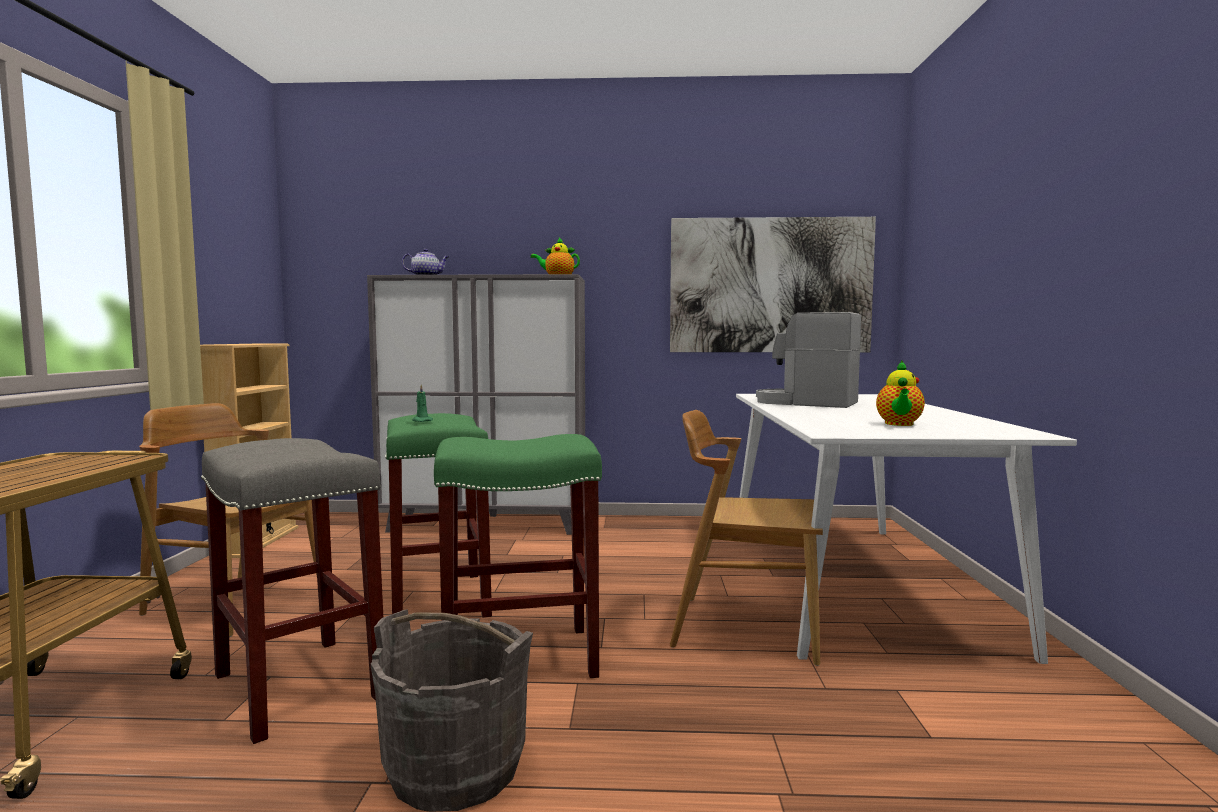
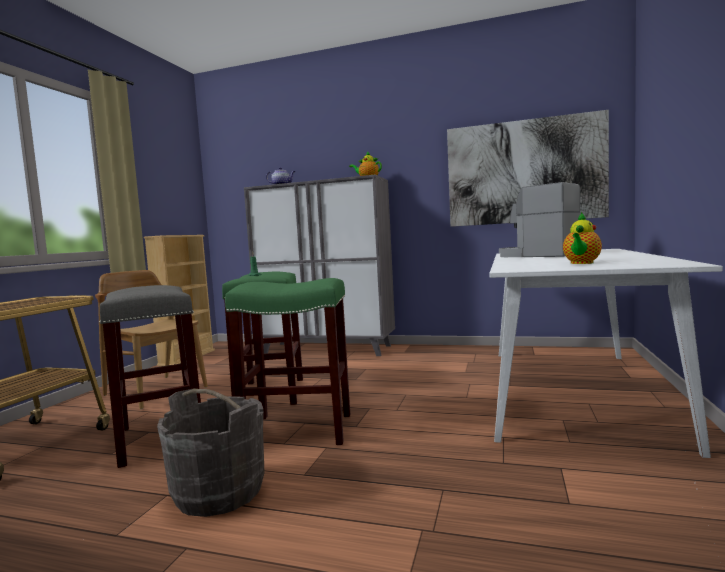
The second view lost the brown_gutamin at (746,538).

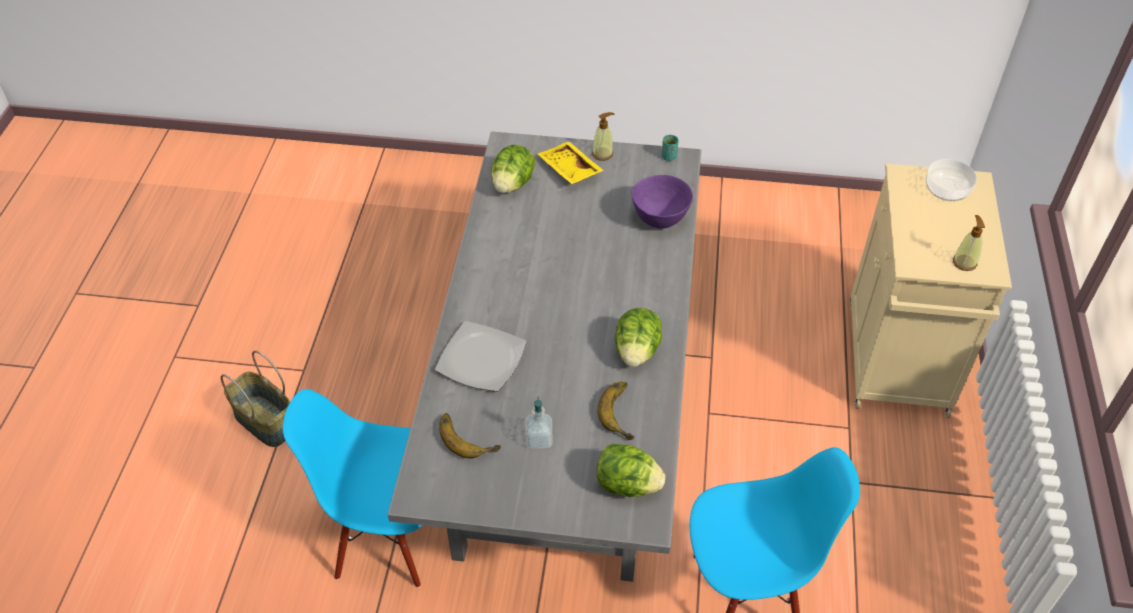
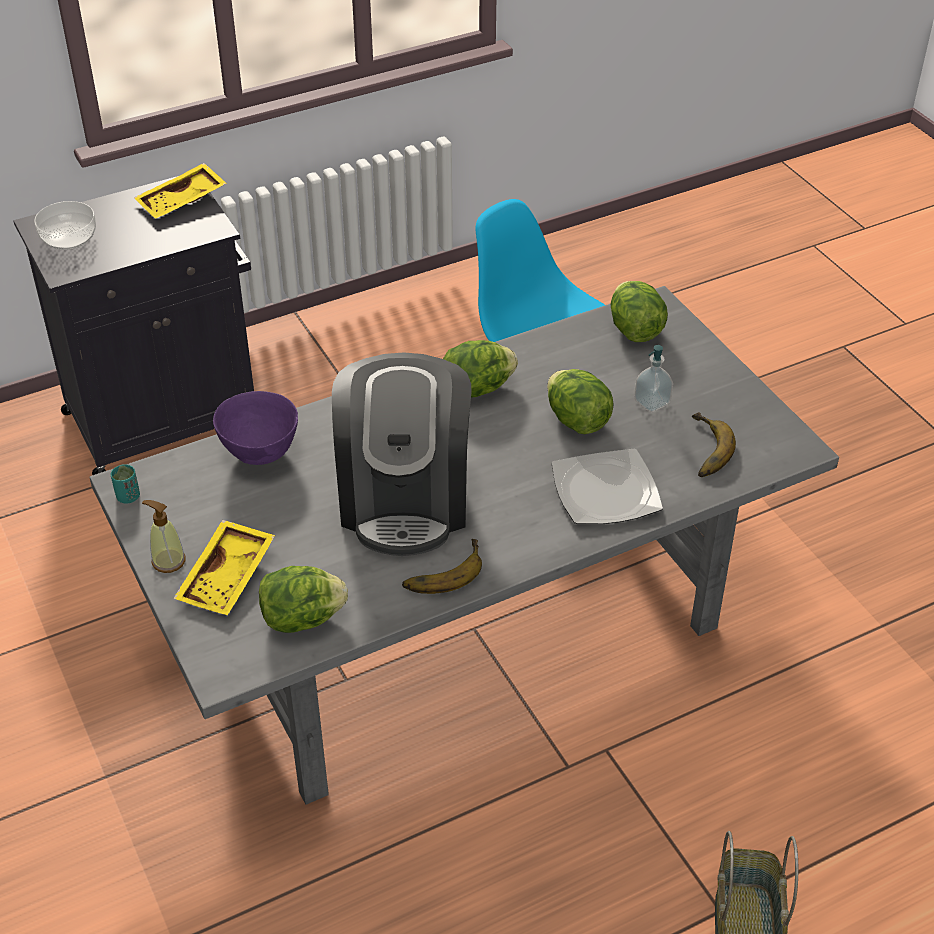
The second view lost the blue_gutamin at (352,488). The second view gained the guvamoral at (402,454). The second view gained the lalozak at (580,401). The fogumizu ended up elsewhere, having gone from (616,411) to (442,566). Where the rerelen stood at (969,243), the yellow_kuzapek came to stand at (180,191). What was the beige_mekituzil at (930,291) turned into the black_mekituzil at (133,325).

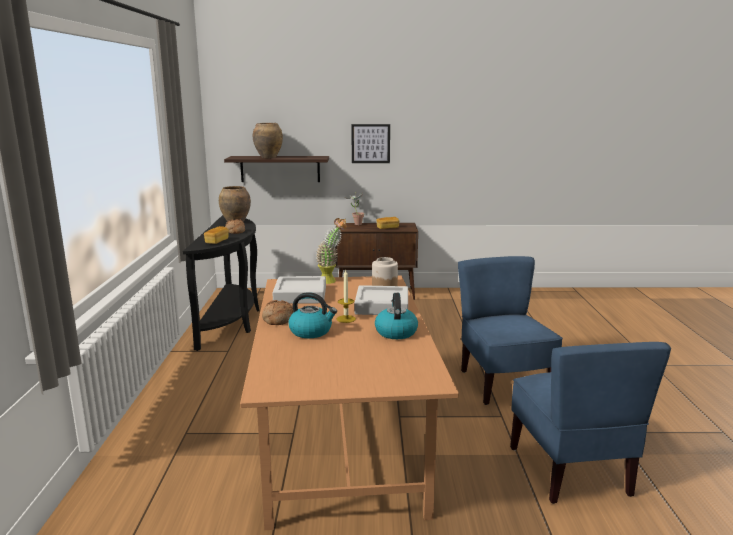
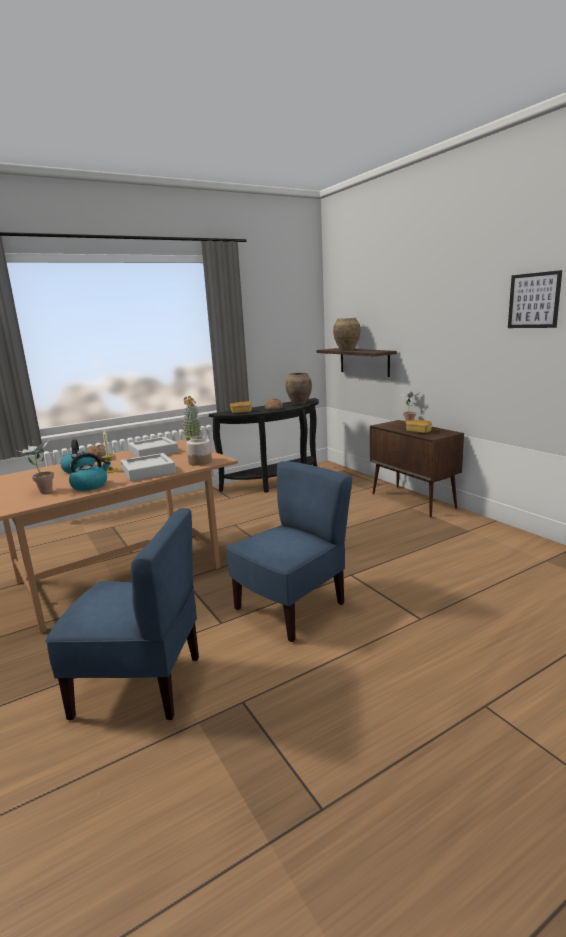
The second view gained the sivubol at (35,466). The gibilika ended up elsewhere, having gone from (370,143) to (535,299). The blue_gutamin at (590,423) ended up facing another way, 135 degrees counterclockwise from before.

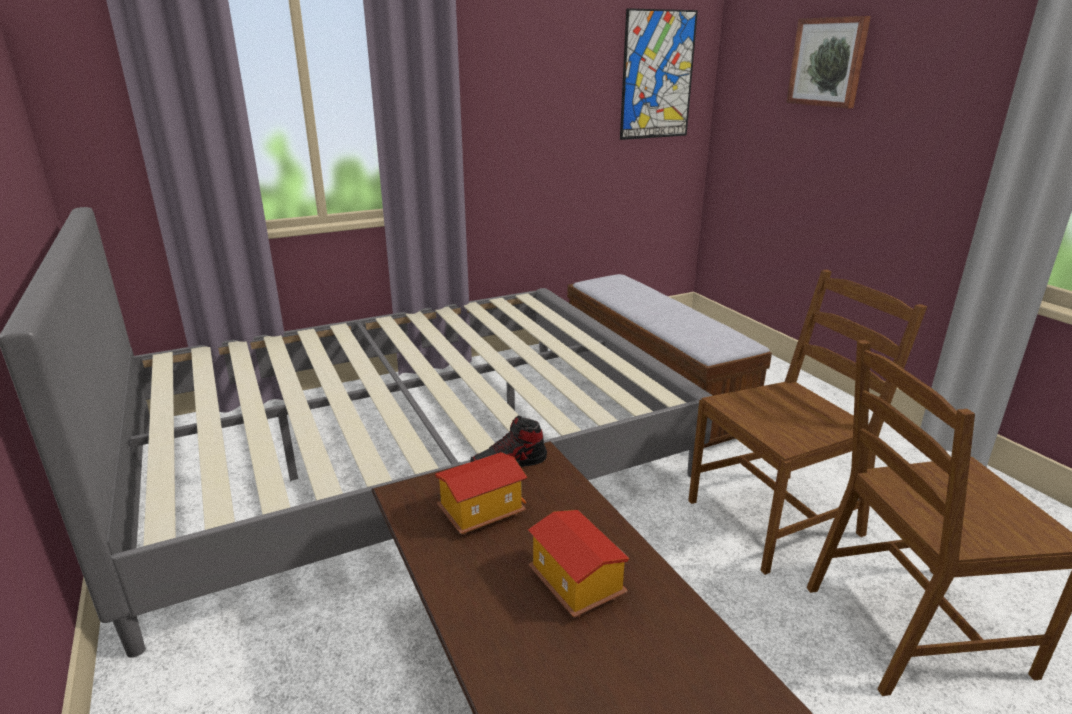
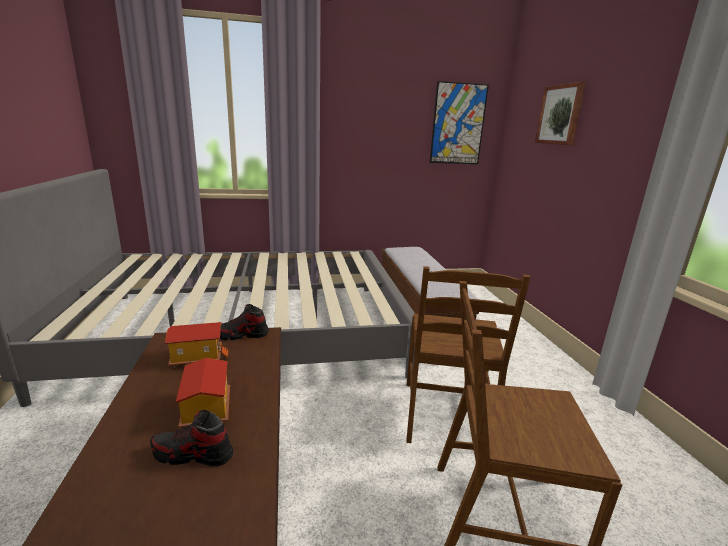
The second view gained the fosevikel at (191,438). The brown_gutamin at (807,422) ended up facing another way, 105 degrees clockwise from before.

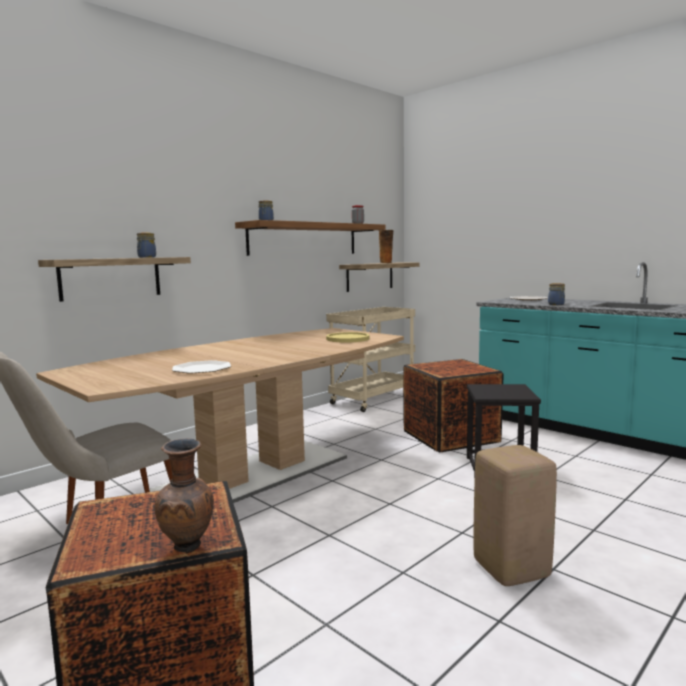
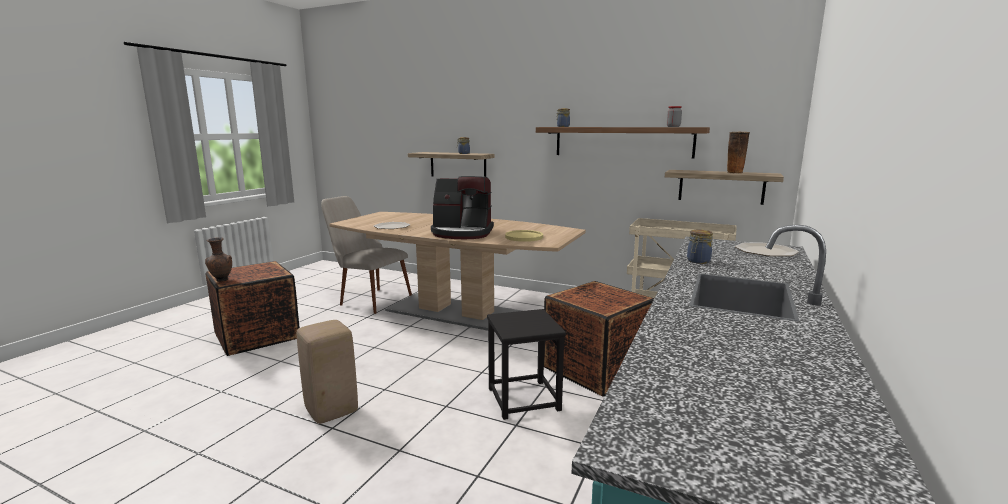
The second view gained the guvamoral at (462,207).

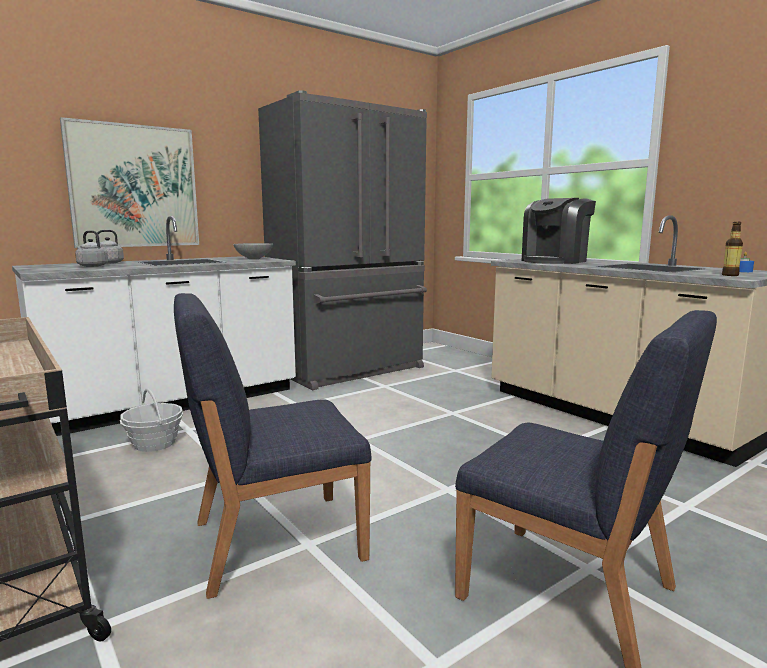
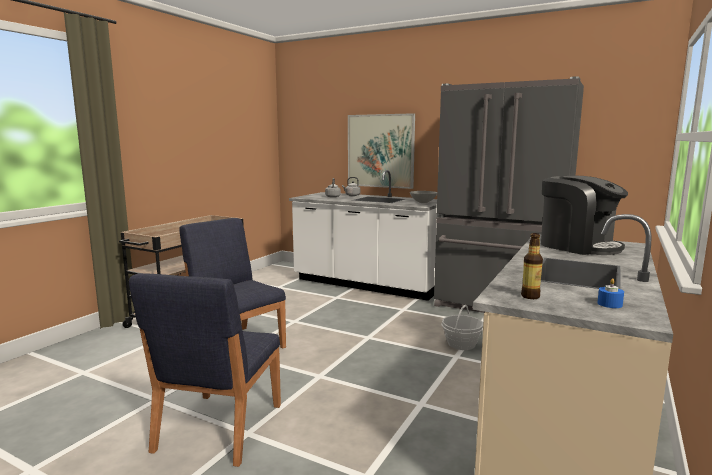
The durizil ended up elsewhere, having gone from (151,420) to (462,327). The guvamoral at (559,231) ended up facing another way, 150 degrees counterclockwise from before.

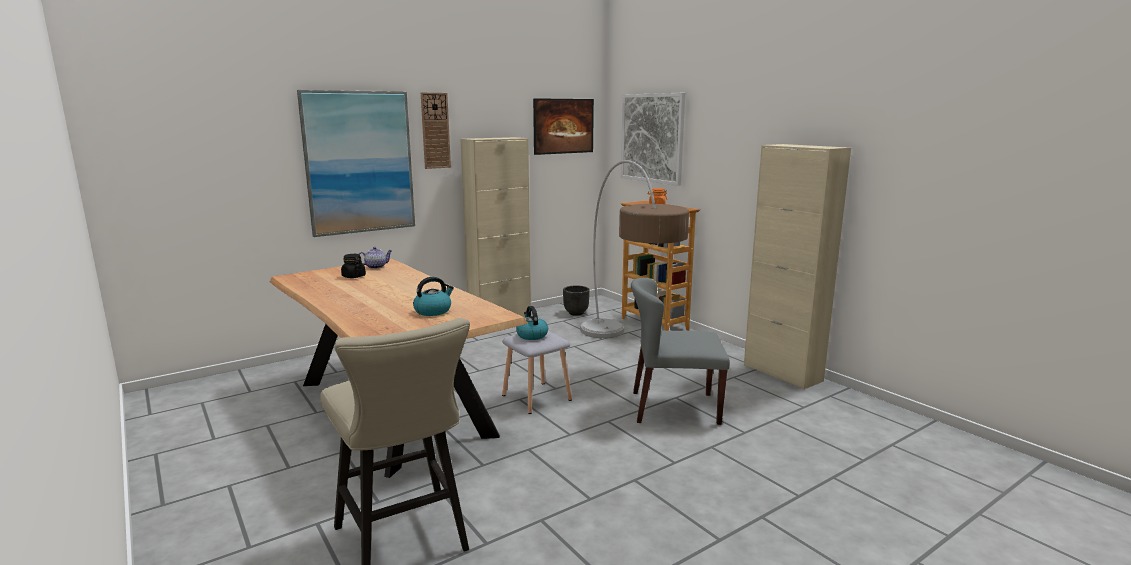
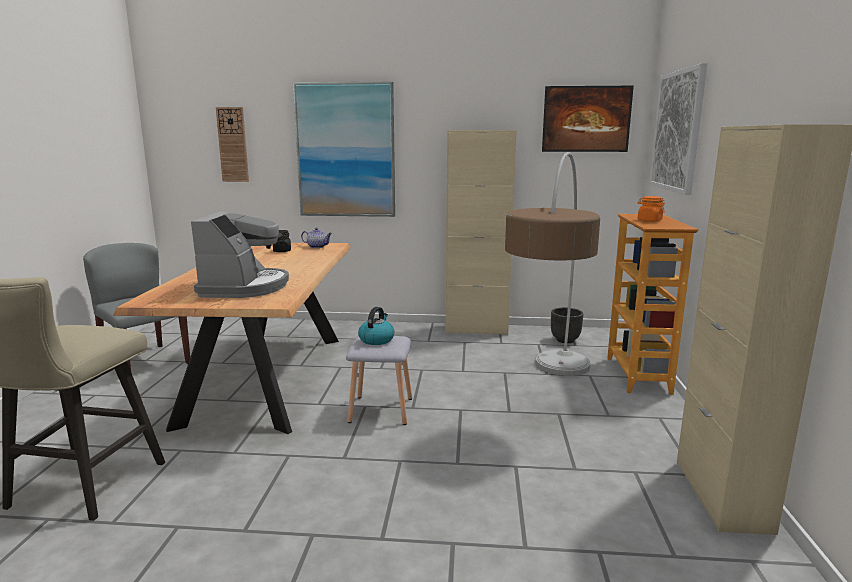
The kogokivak ended up elsewhere, having gone from (436,130) to (232,144). The grey_gutamin ended up elsewhere, having gone from (680,351) to (136,306). Where the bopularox stood at (433,296), the guvamoral came to stand at (240,254).

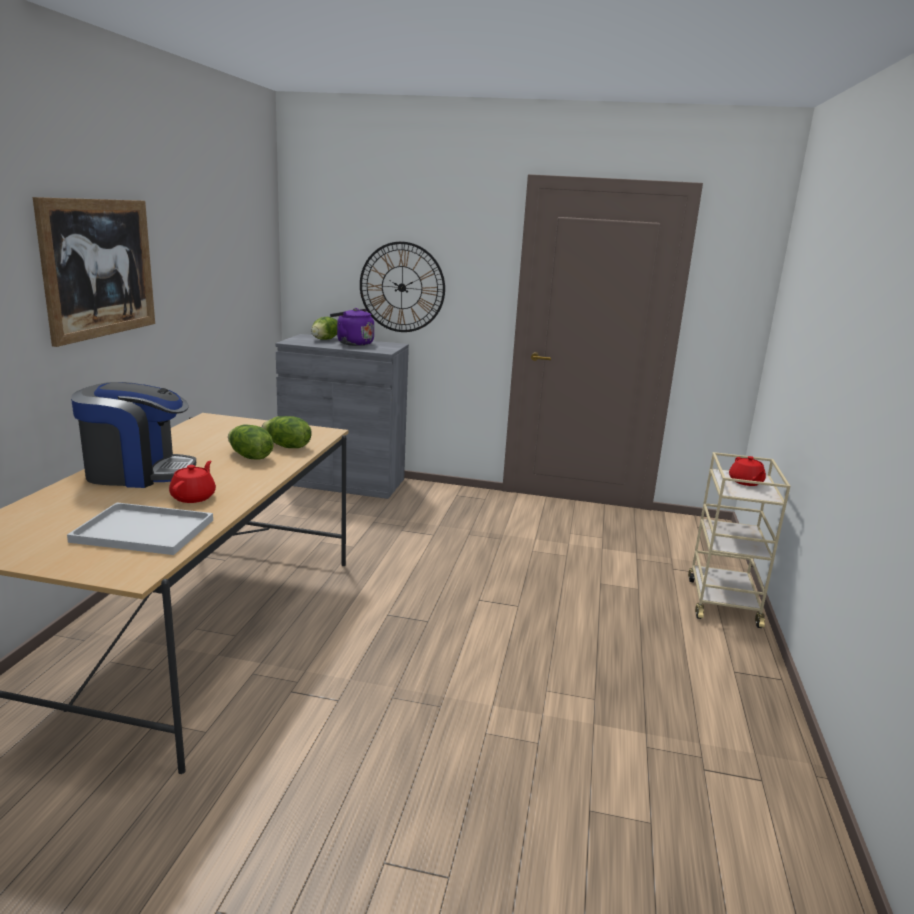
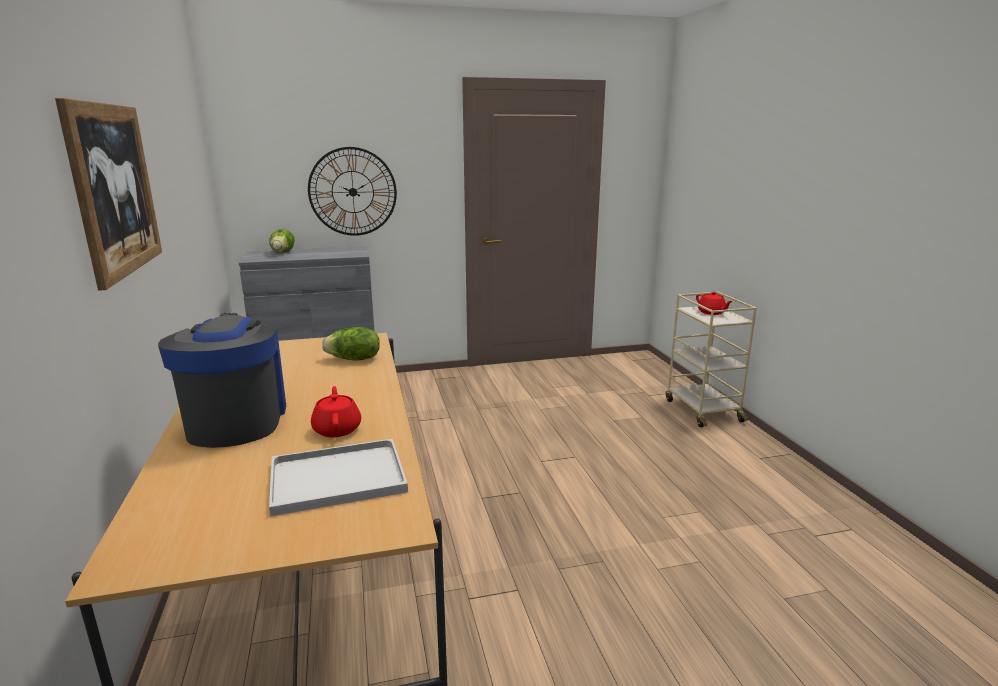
The second view lost the lalozak at (251,442). The second view lost the purple_bopularox at (352,327). The guvamoral at (133,435) ended up facing another way, 75 degrees counterclockwise from before.

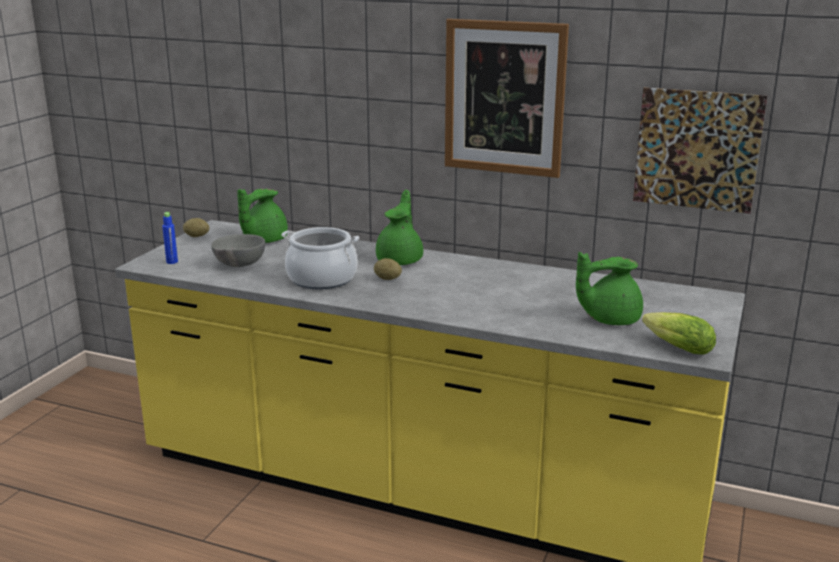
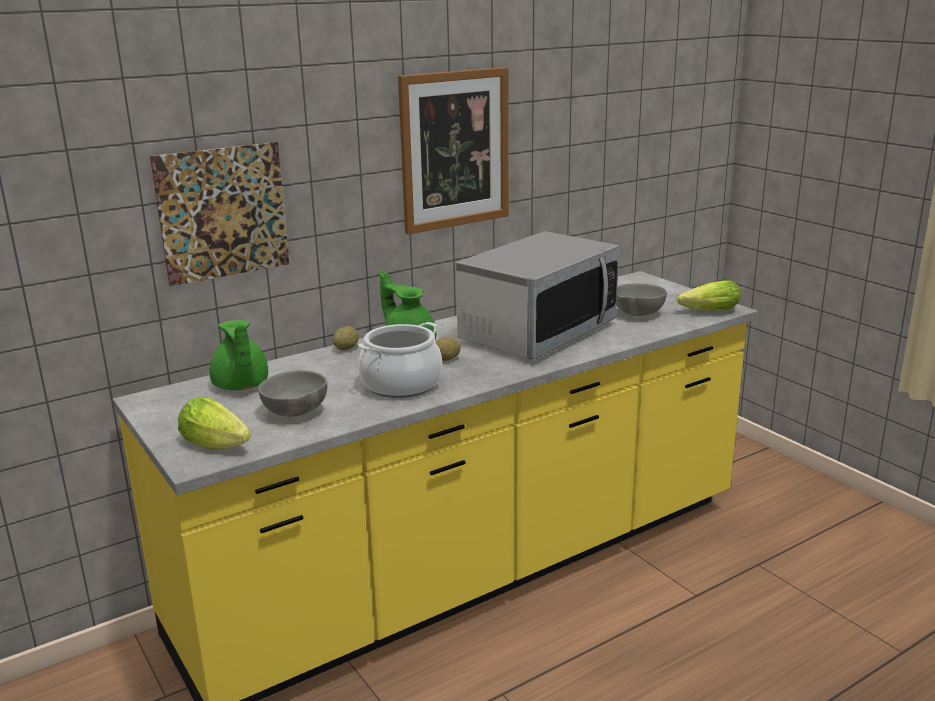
The second view gained the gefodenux at (537,295). The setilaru ended up elsewhere, having gone from (196,227) to (346,338). The gibilika ended up elsewhere, having gone from (700,151) to (219,214). Where the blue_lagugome stood at (170,238), the lalozak came to stand at (214,423). Where the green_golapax stood at (609,288), the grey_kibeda came to stand at (642,300).

